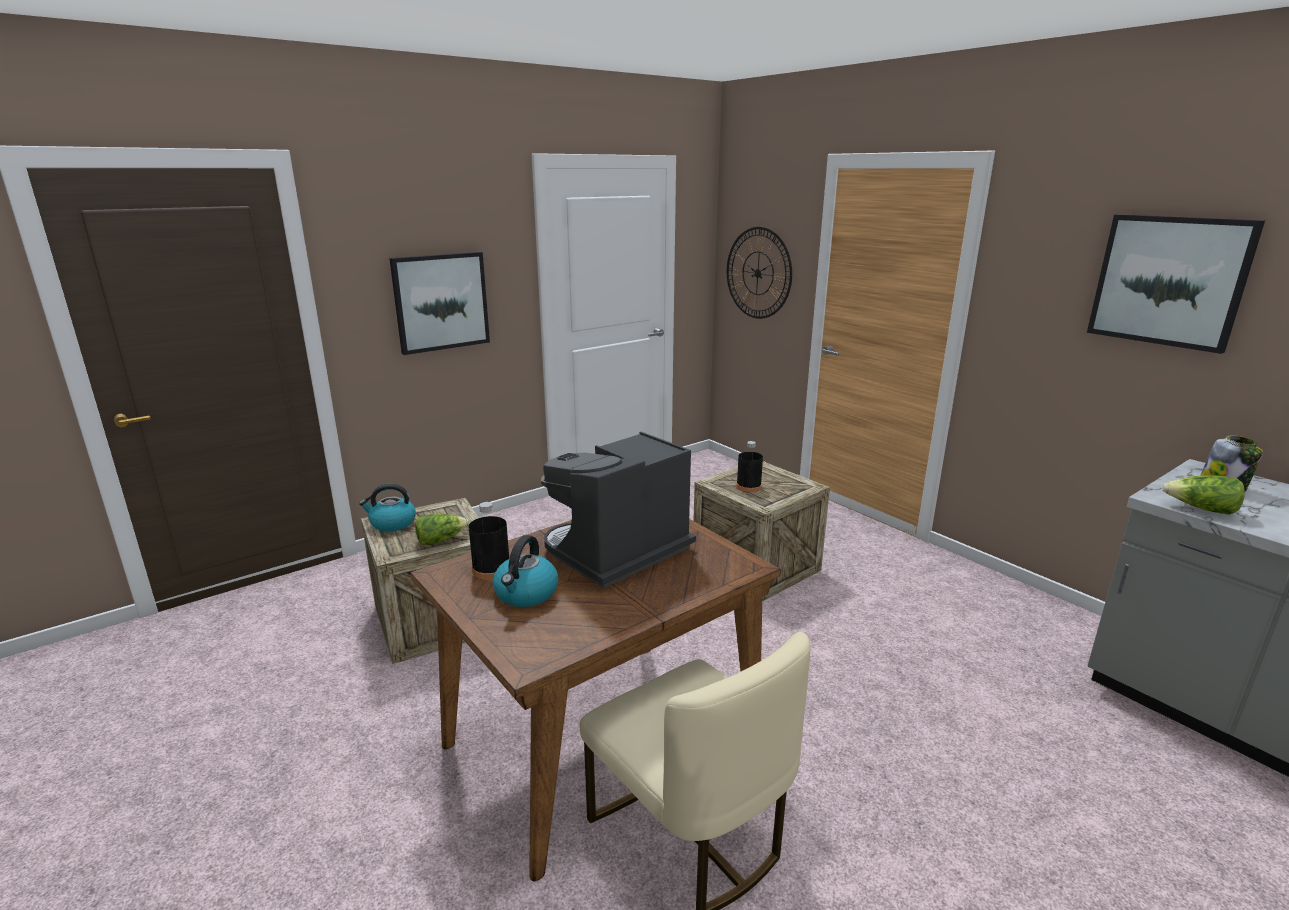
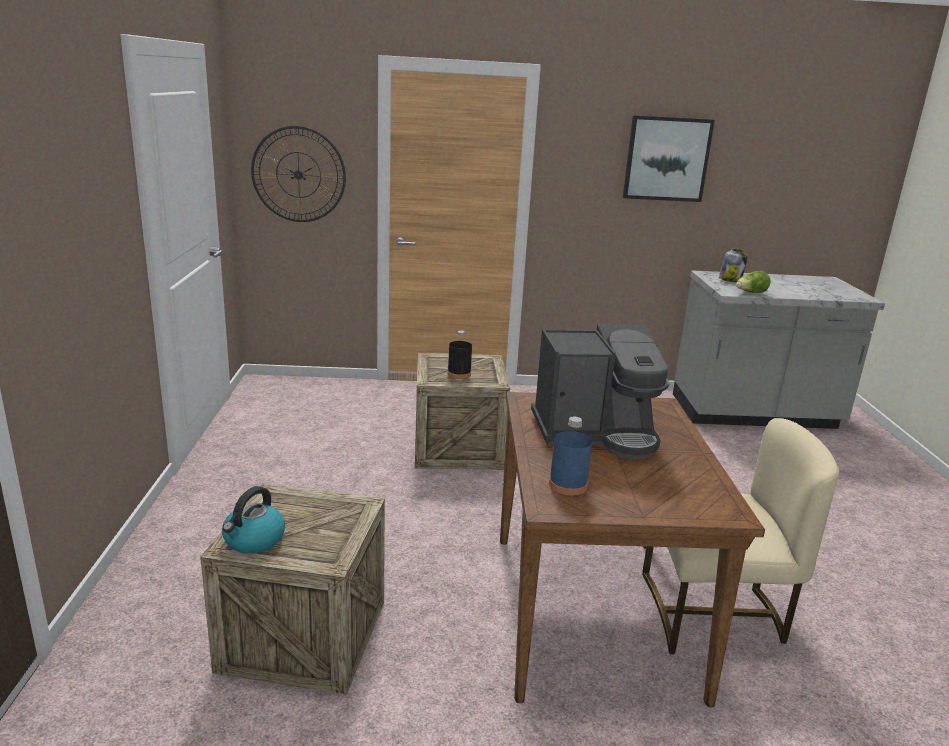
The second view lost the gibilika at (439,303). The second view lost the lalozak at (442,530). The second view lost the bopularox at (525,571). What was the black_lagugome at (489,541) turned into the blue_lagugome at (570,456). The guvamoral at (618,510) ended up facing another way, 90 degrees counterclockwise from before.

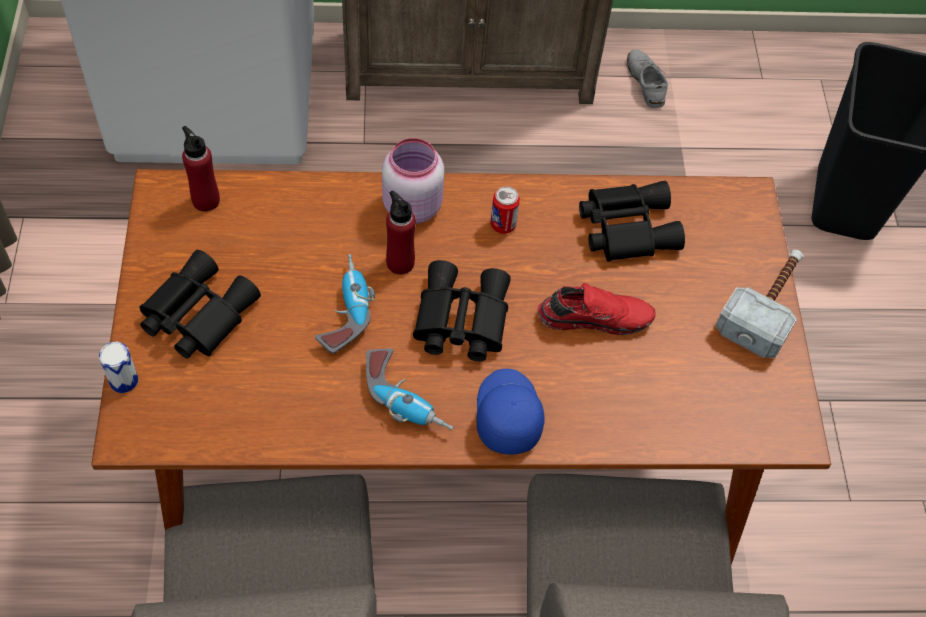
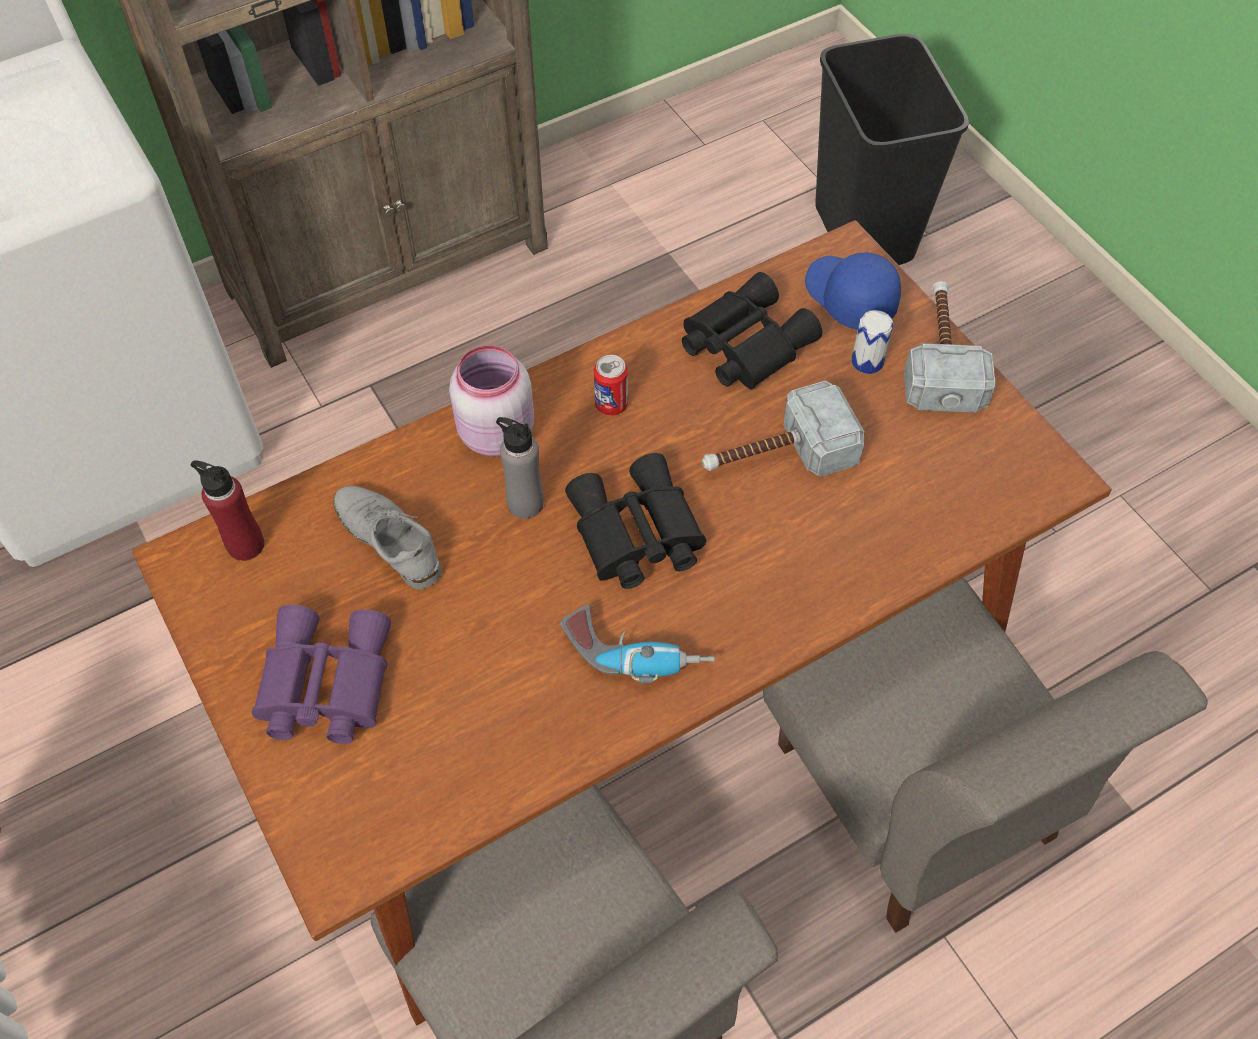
The second view lost the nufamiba at (345,304). The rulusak ended up elsewhere, having gone from (118,367) to (872,342). The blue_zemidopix ended up elsewhere, having gone from (510,412) to (853,291). The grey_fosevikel ended up elsewhere, having gone from (647,78) to (387,537). Where the red_fosevikel stood at (597,309), the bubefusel came to stand at (783,428). What was the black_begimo at (200,304) turned into the purple_begimo at (321,674). What was the red_lagugome at (401,233) turned into the grey_lagugome at (520,468).

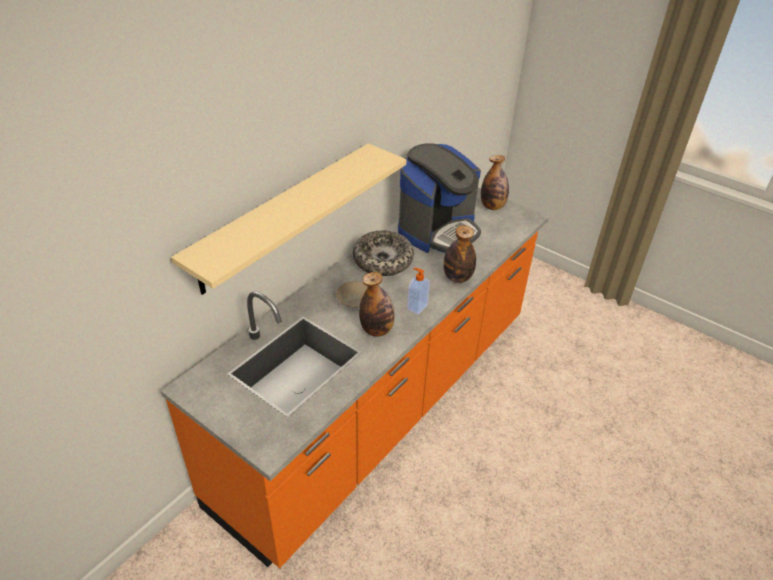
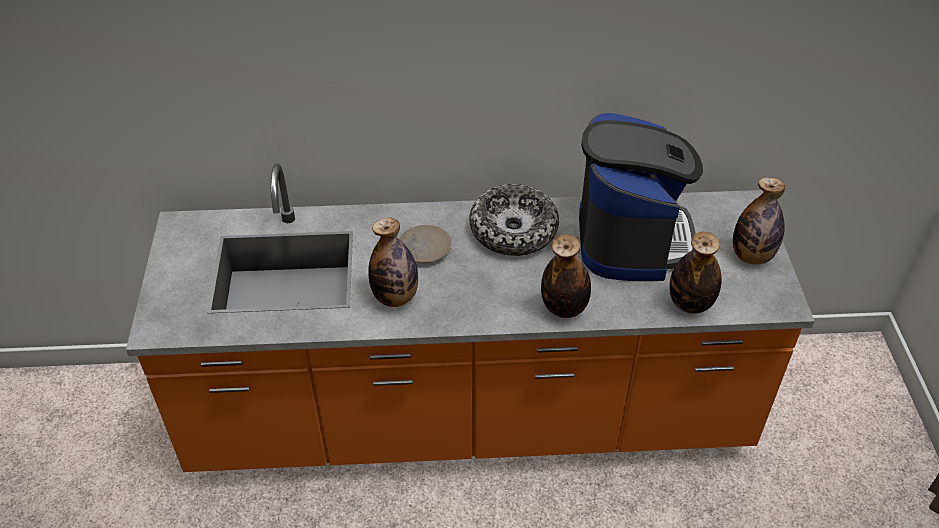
The second view lost the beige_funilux at (288,219). The second view lost the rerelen at (418,291). The second view gained the lagugome at (695,272). The guvamoral at (439,198) ended up facing another way, 90 degrees counterclockwise from before.

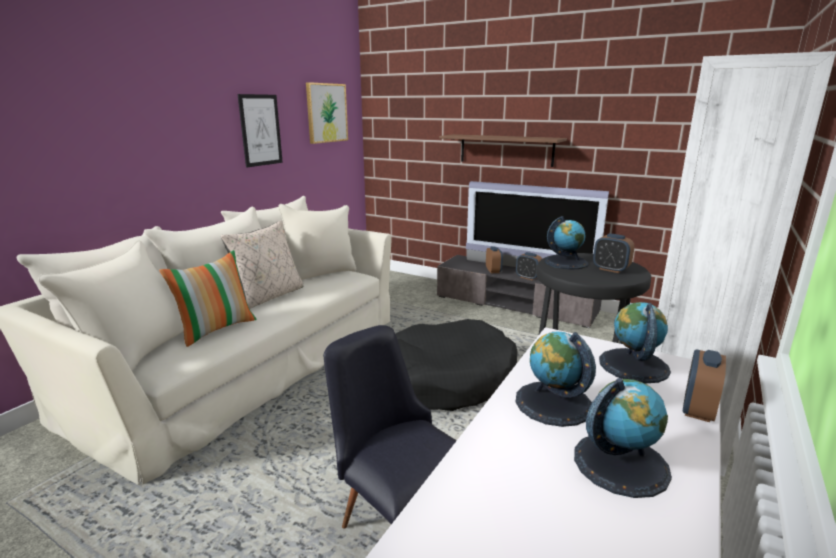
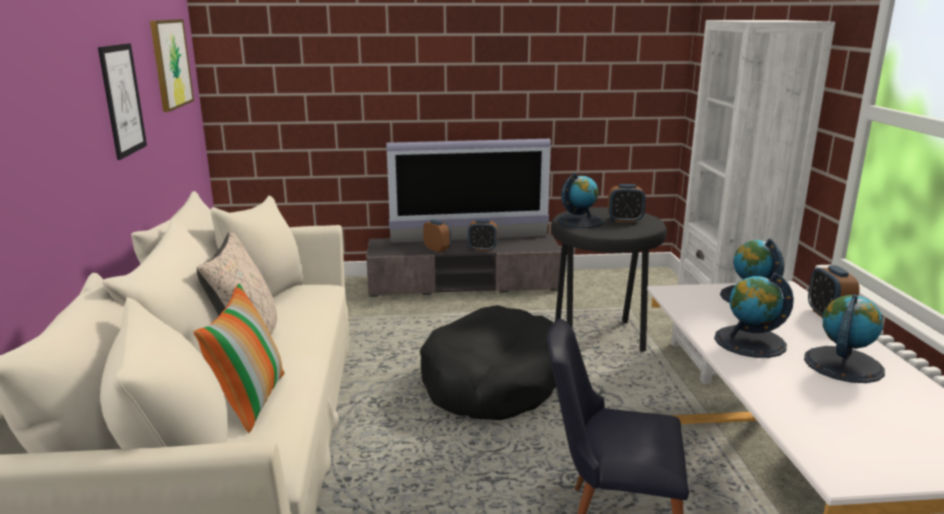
The second view lost the funilux at (503,150).

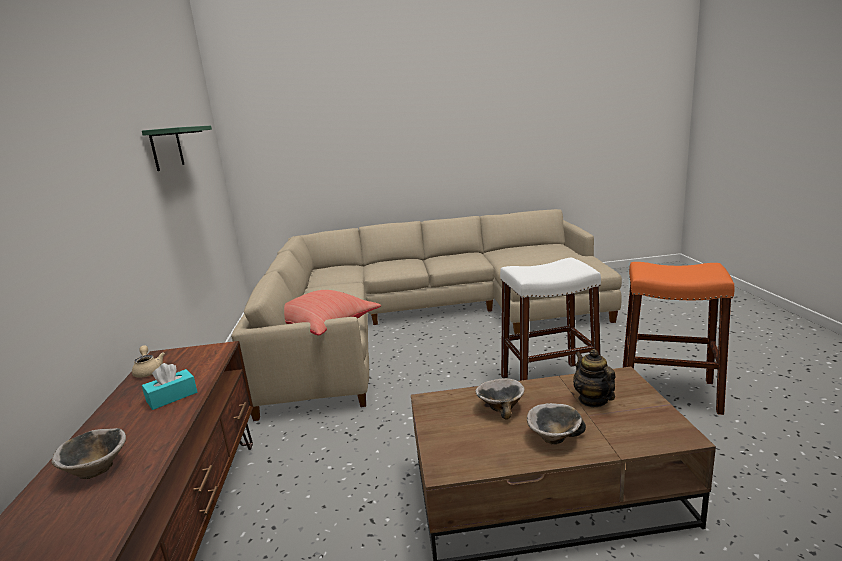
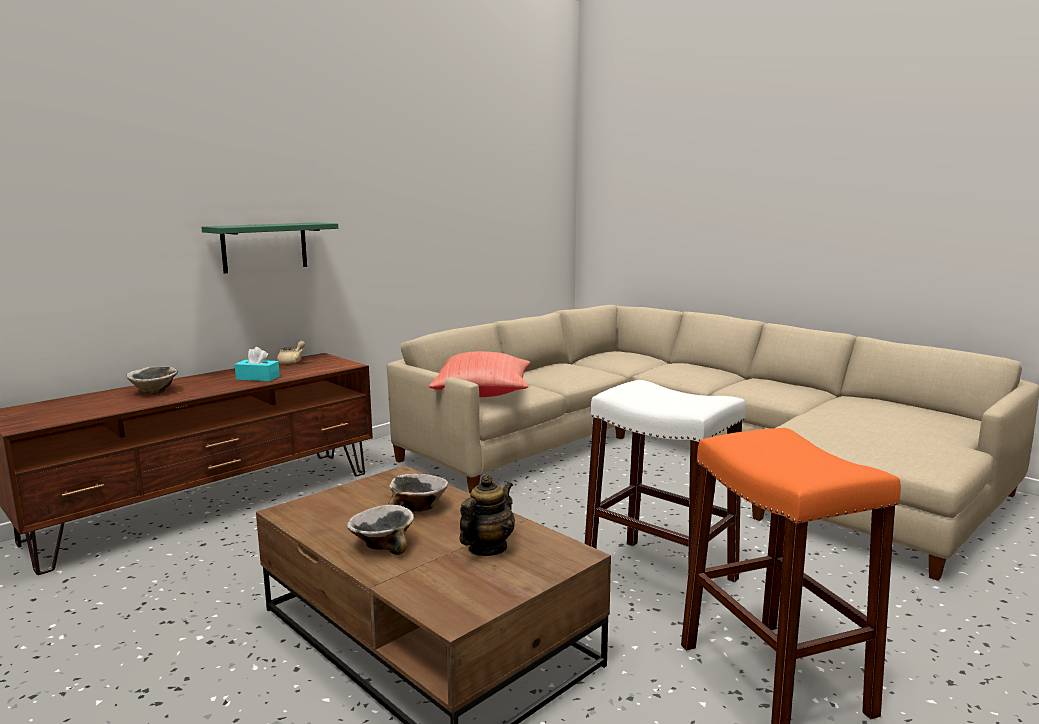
The green_funilux ended up elsewhere, having gone from (177,148) to (269,248).

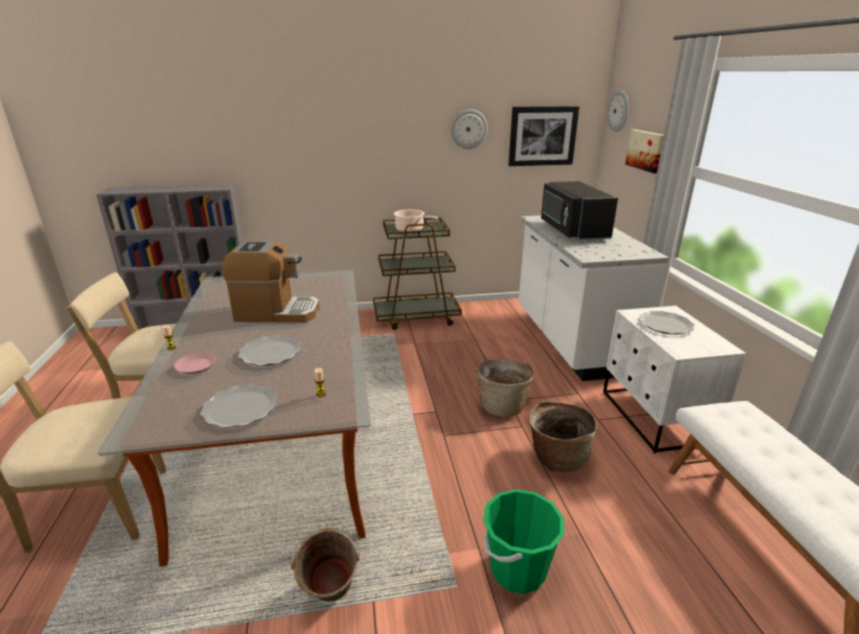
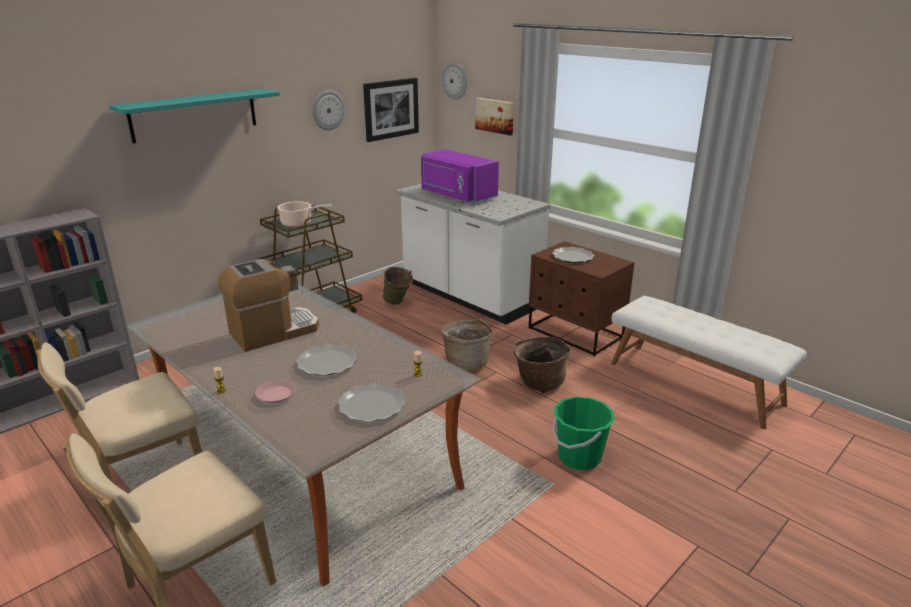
The second view gained the turquoise_funilux at (194,116). The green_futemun ended up elsewhere, having gone from (325,565) to (397,286). What was the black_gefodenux at (579,211) turned into the purple_gefodenux at (460,176). What was the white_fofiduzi at (674,379) turned into the brown_fofiduzi at (581,298).

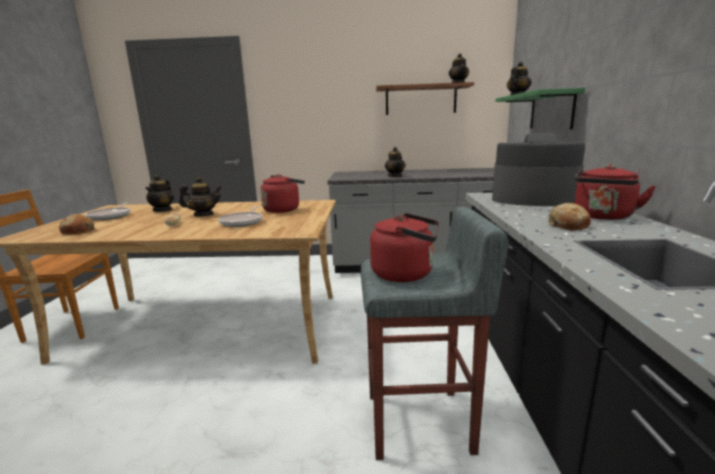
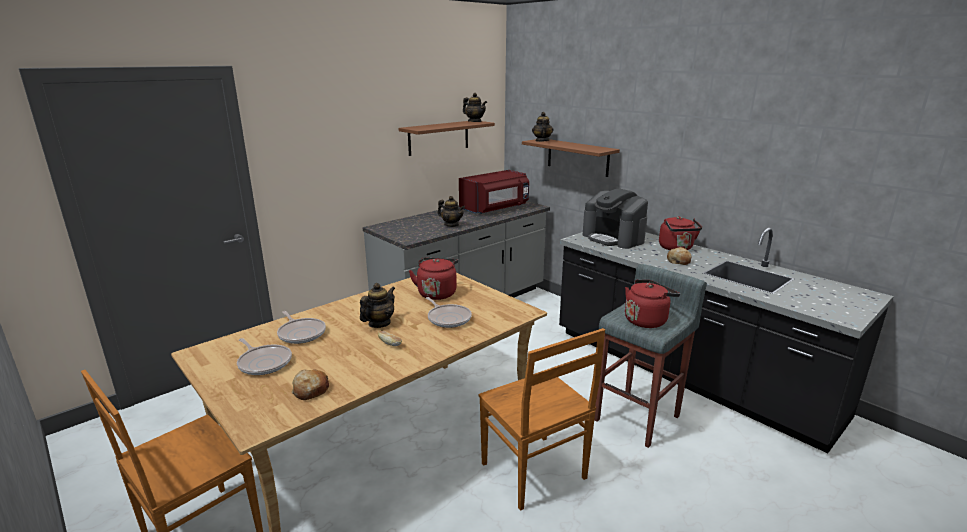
The second view gained the red_gefodenux at (494,192). The second view gained the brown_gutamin at (542,419). Where the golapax stood at (159,193), the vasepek came to stand at (301,327). What was the green_funilux at (540,108) turned into the brown_funilux at (571,158). The guvamoral at (538,169) ended up facing another way, 105 degrees counterclockwise from before.

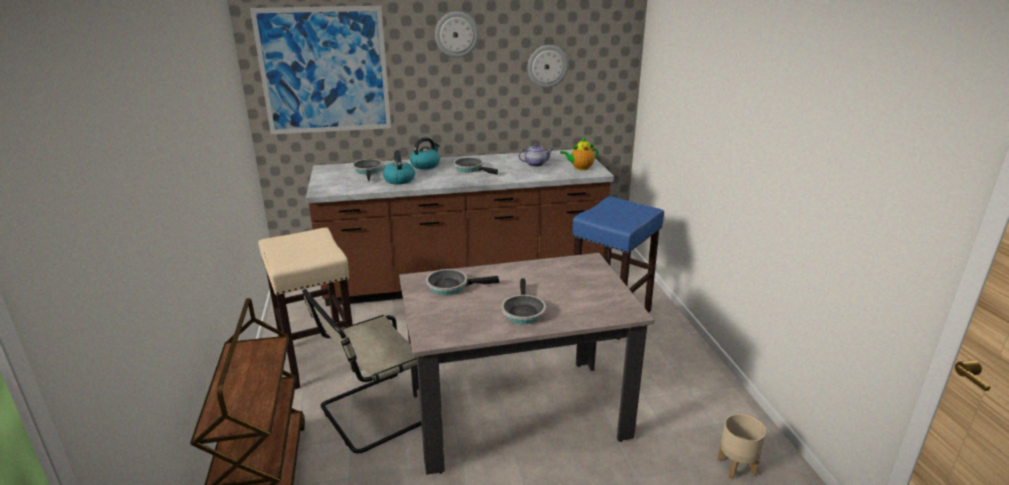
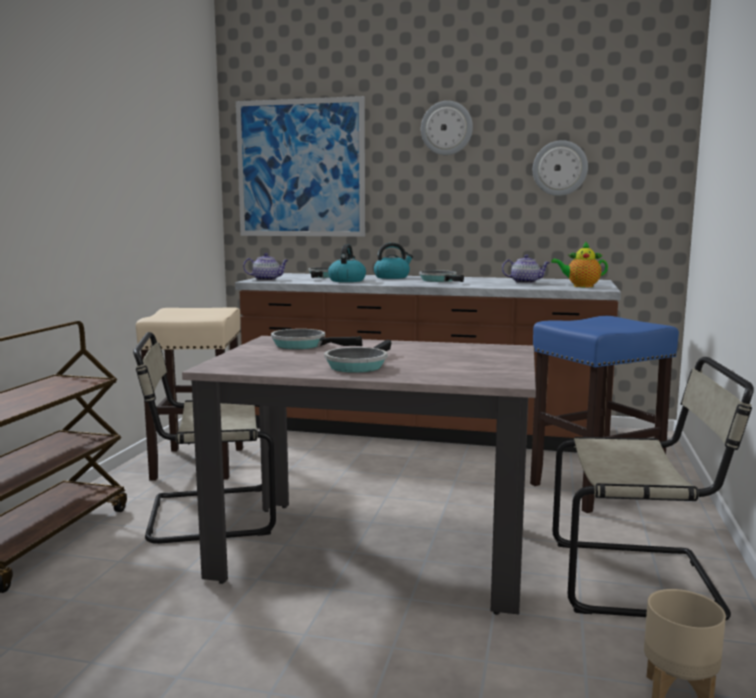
The second view gained the golapax at (266,267). The second view gained the beige_gutamin at (653,488).

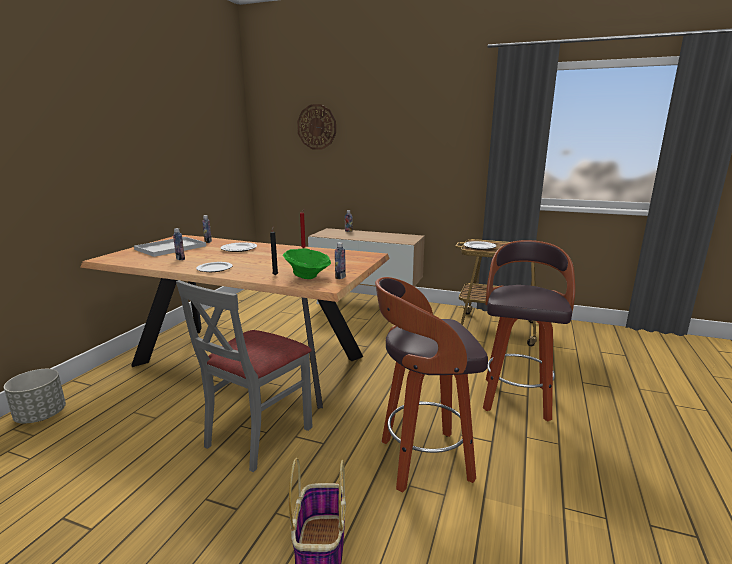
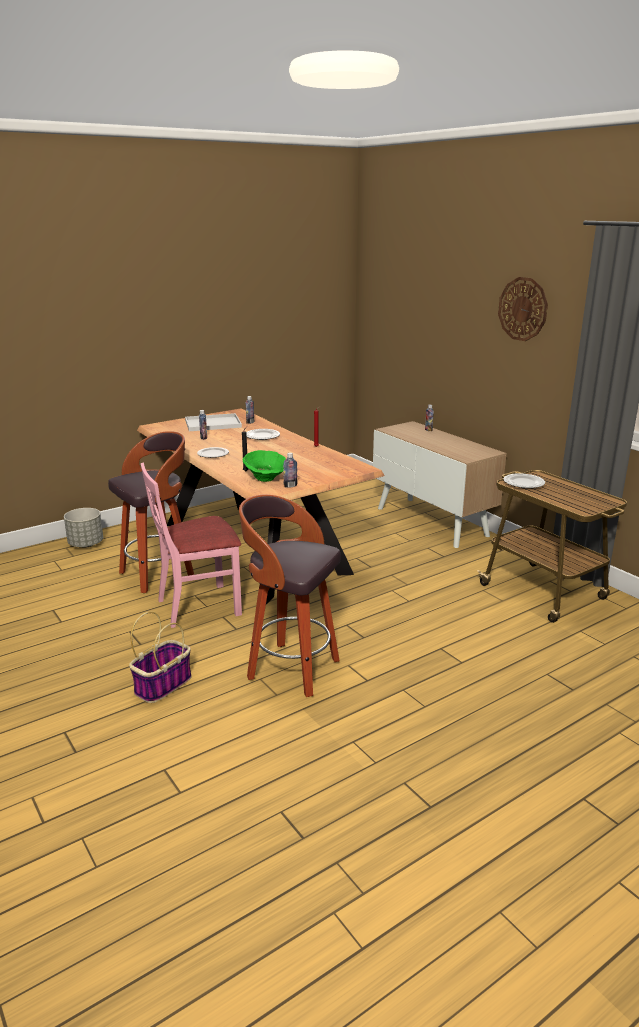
The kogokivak ended up elsewhere, having gone from (316,127) to (523,309). The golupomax ended up elsewhere, having gone from (529,330) to (151,512). What was the grey_gutamin at (244,376) turned into the pink_gutamin at (191,545).

